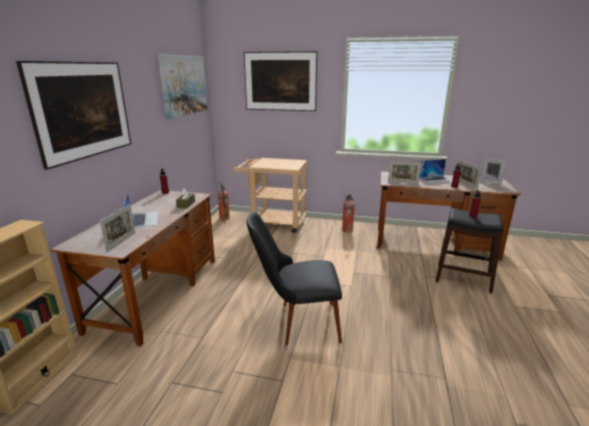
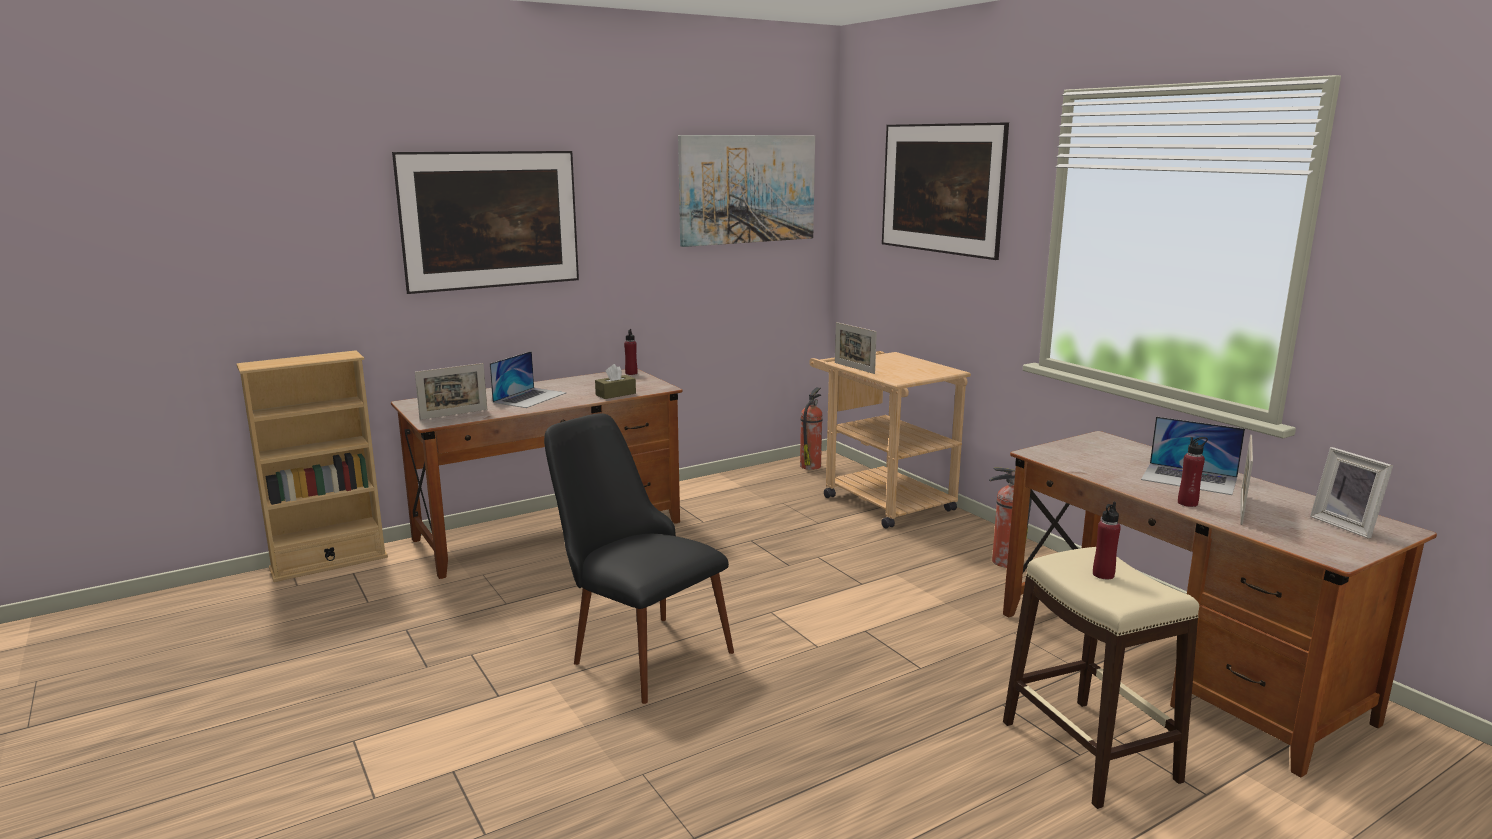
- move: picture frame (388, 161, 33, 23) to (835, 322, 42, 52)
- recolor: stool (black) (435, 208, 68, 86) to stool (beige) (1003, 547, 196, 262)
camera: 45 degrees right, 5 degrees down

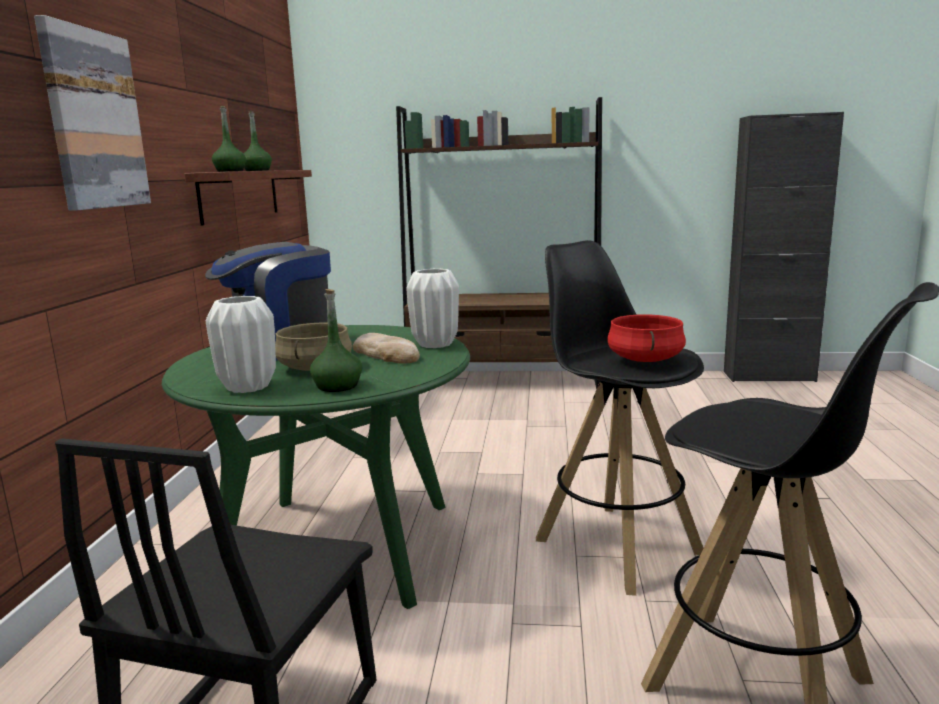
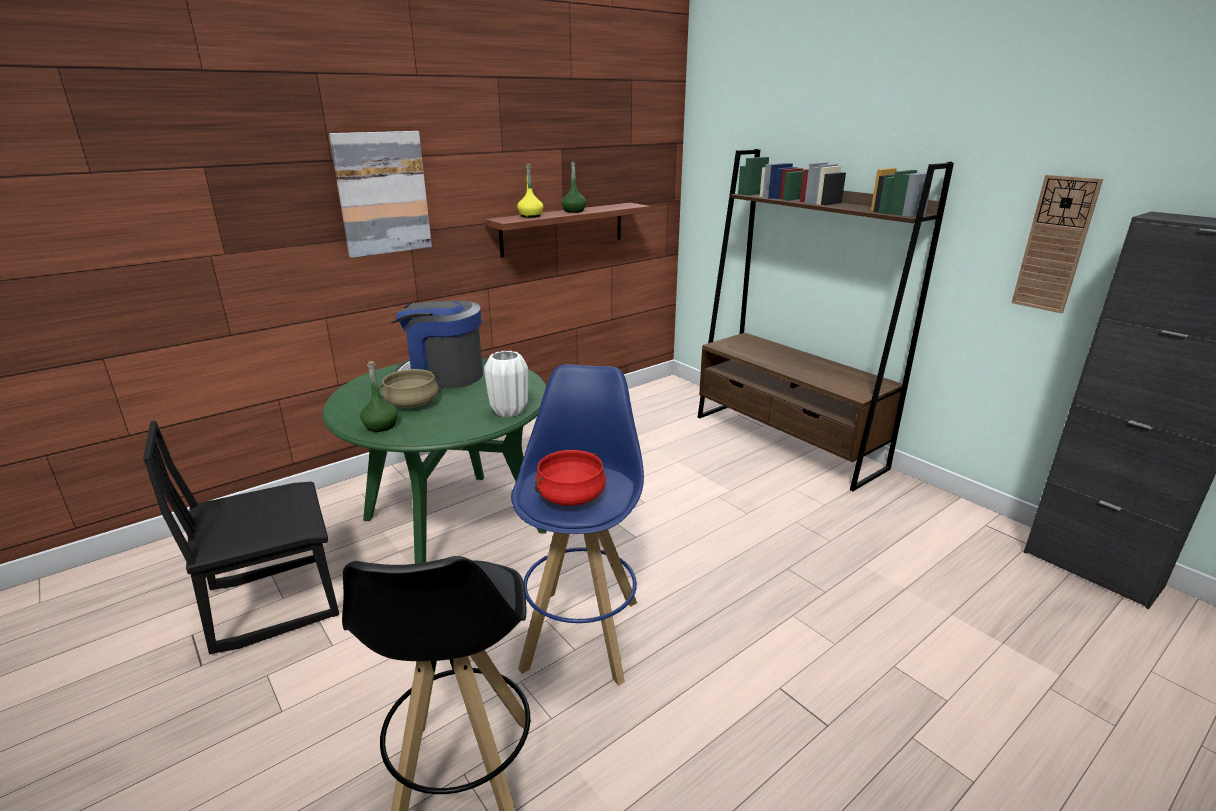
- delete: vase (white) (206, 296, 70, 97)
- recolor: bottle (green) (212, 106, 34, 66) to bottle (yellow) (517, 164, 26, 54)
- delete: bread (353, 333, 67, 31)
- recolor: stool (black) (536, 240, 168, 356) to stool (blue) (511, 364, 133, 322)
- insert: wall clock (1011, 175, 92, 138)
camera: 45 degrees right, 10 degrees up

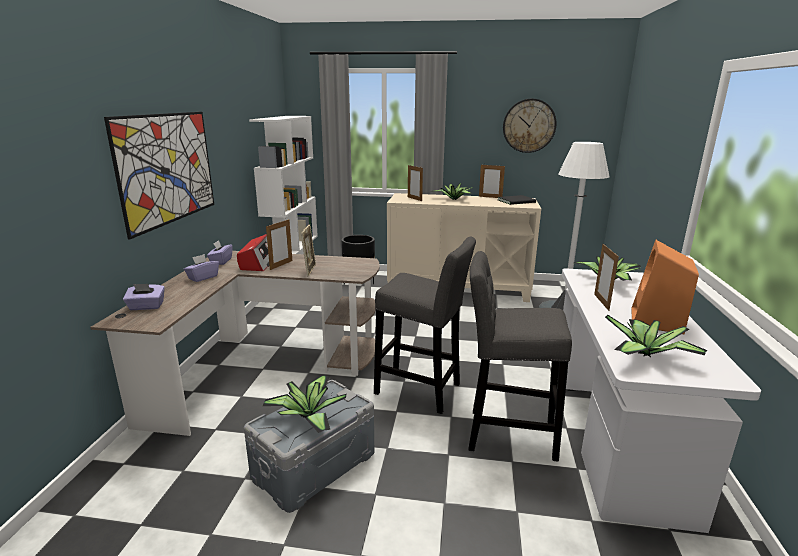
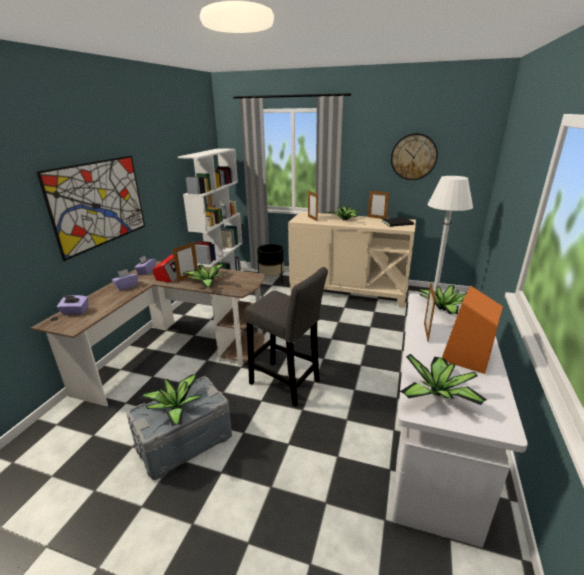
- replace: picture frame (301, 224, 15, 52) to potted plant (183, 264, 43, 24)
- delete: stool (grey) (468, 251, 104, 211)
camera: 10 degrees right, 5 degrees up

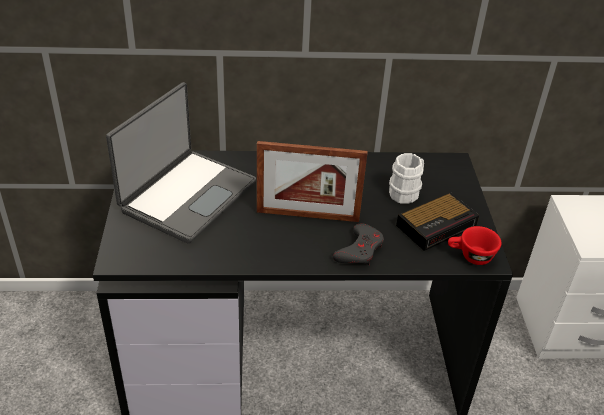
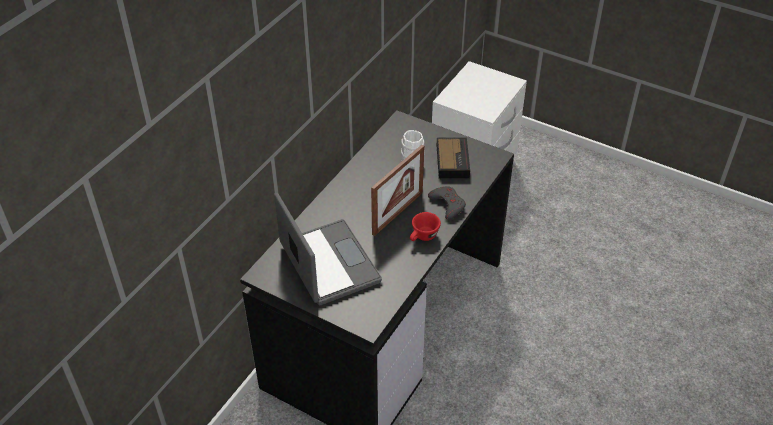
- move: cup (red) (448, 226, 54, 39) to (410, 212, 31, 29)
camera: 55 degrees left, 5 degrees up

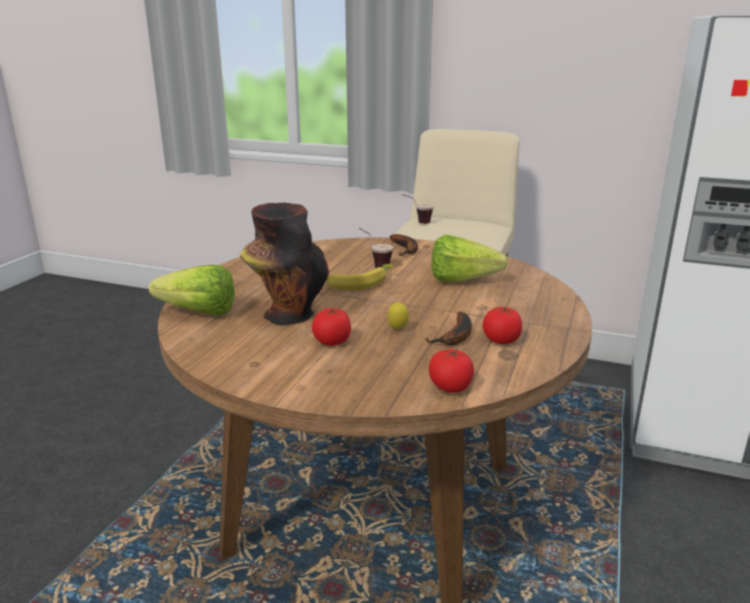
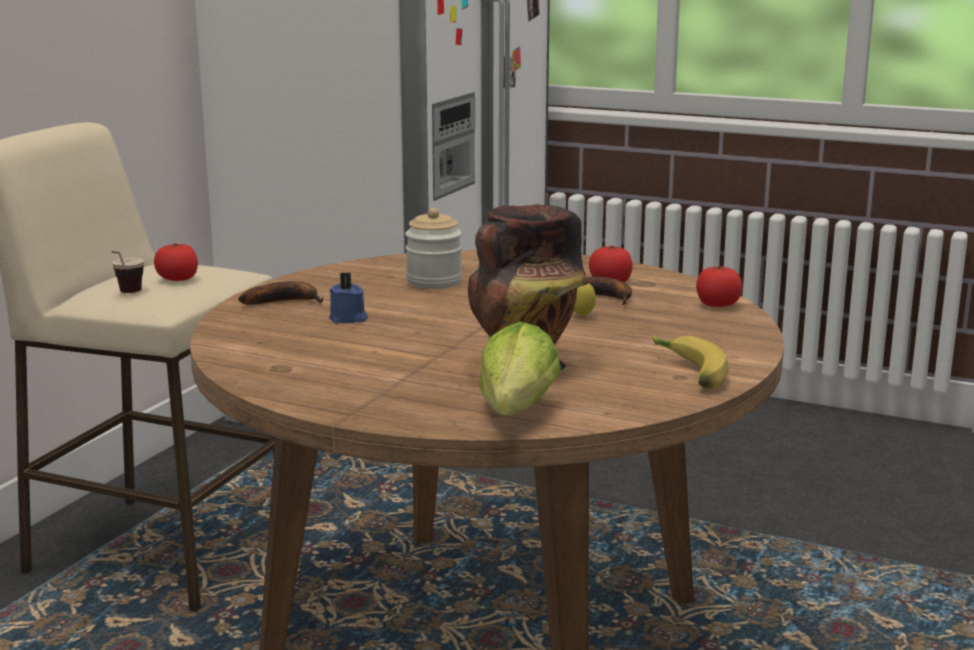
- move: tomato (312, 308, 39, 38) to (154, 243, 44, 38)
- move: banana (326, 264, 67, 27) to (652, 335, 77, 54)
- replace: cup (359, 228, 34, 40) to candle (blue) (329, 272, 39, 52)
- replace: lettuce (432, 235, 76, 47) to jar (405, 208, 57, 81)
camera: 85 degrees left, 5 degrees down

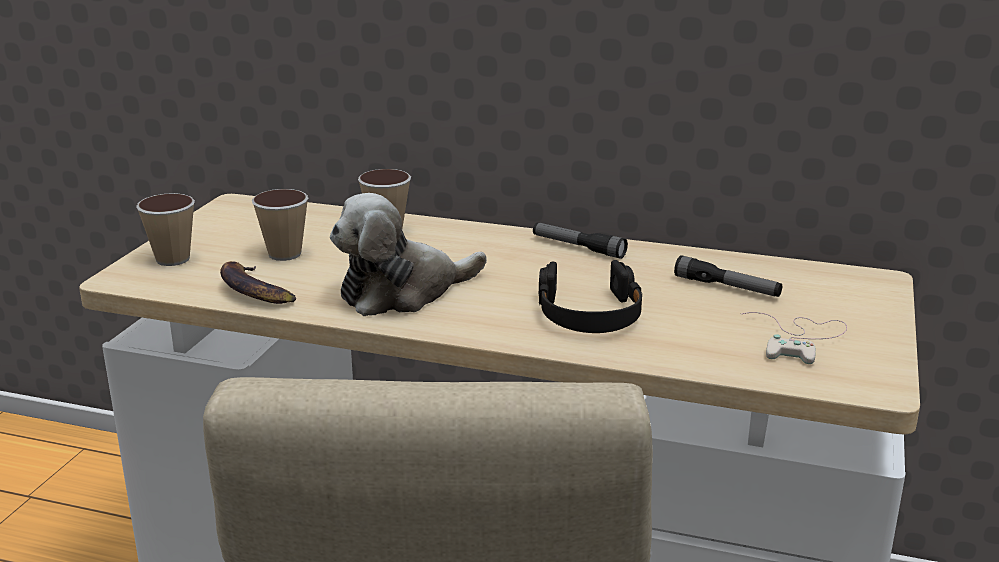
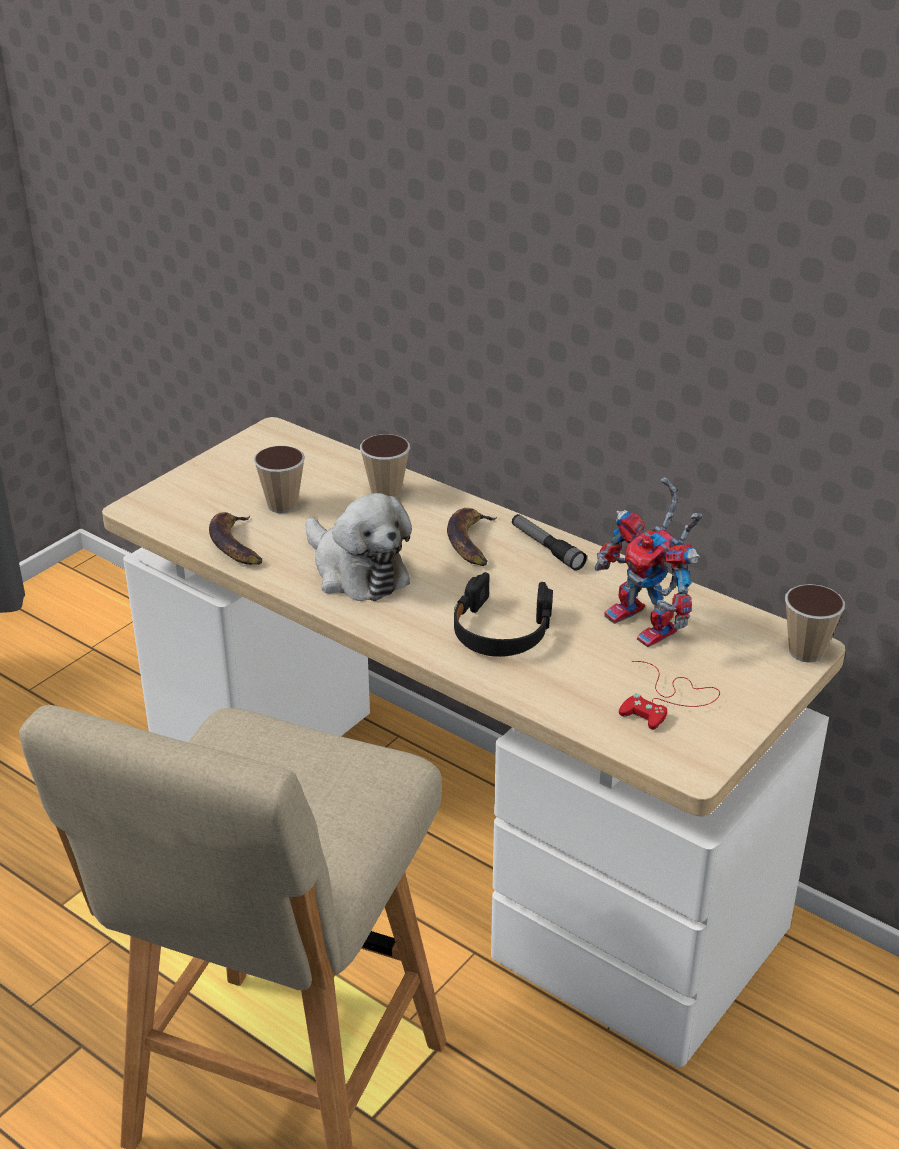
- move: cup (136, 193, 59, 73) to (785, 584, 60, 79)
- rotate: plush toy (330, 193, 157, 123) = (306, 493, 106, 108) 120 degrees counterclockwise
- replace: flashlight (674, 255, 108, 42) to toy robot (595, 477, 108, 170)
- recolor: game controller (white) (742, 312, 105, 52) to game controller (red) (619, 661, 101, 69)
- insert: banana (447, 508, 50, 58)
camera: 20 degrees right, 10 degrees up

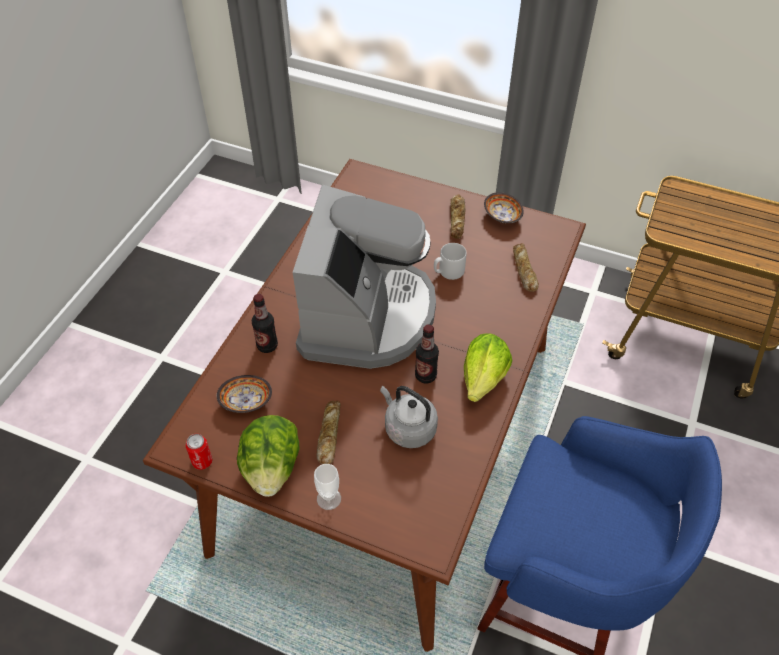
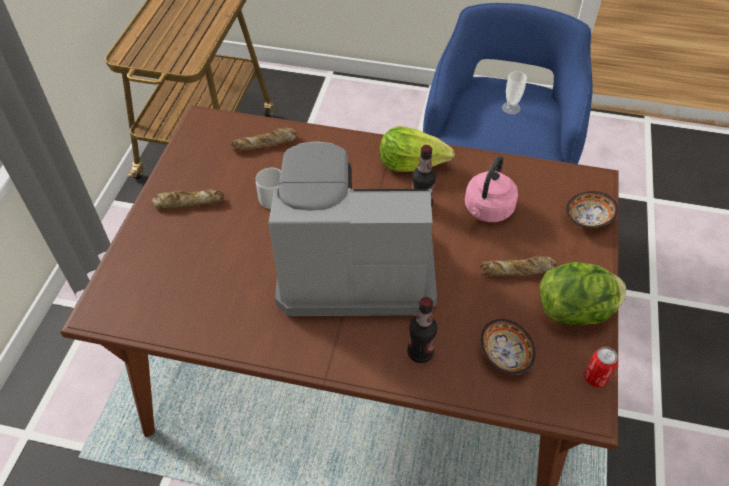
- move: cup (314, 464, 27, 46) to (502, 71, 25, 44)
- recolor: kettle (grey) (380, 386, 58, 62) to kettle (pink) (465, 156, 53, 66)
- move: bowl (484, 192, 40, 31) to (566, 191, 52, 37)
camera: 100 degrees left, 0 degrees up

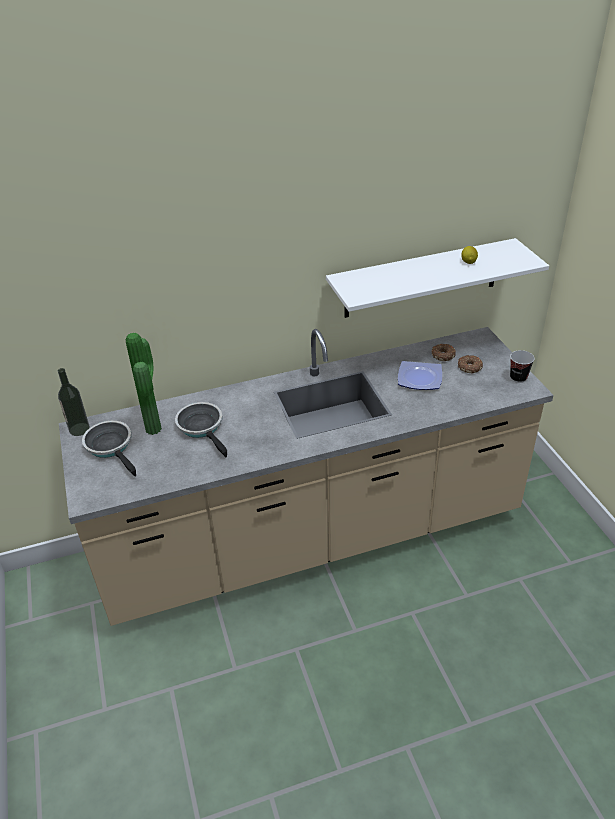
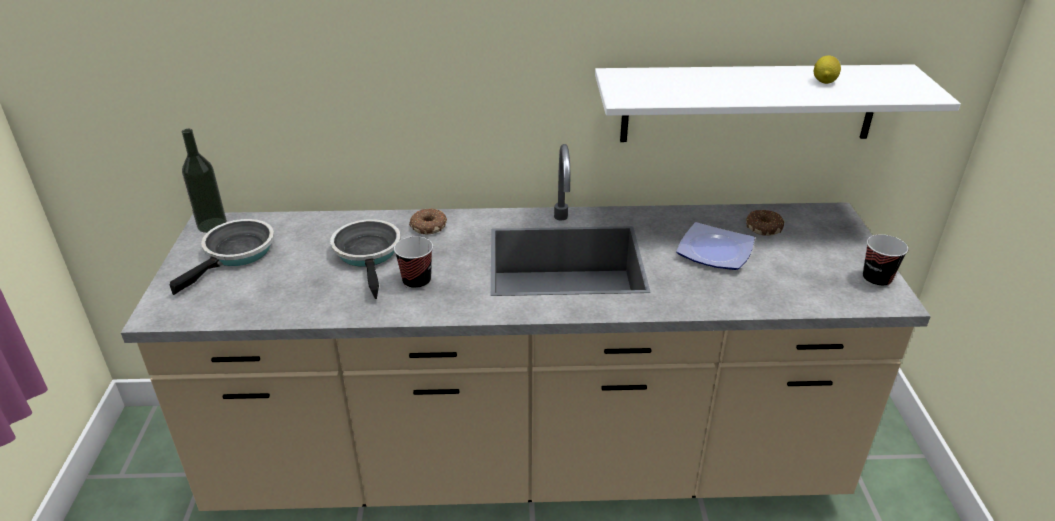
- rotate: frying pan (82, 421, 54, 55) = (170, 219, 104, 76) 45 degrees clockwise
- delete: potted plant (126, 333, 36, 102)
- move: donut (458, 355, 25, 18) to (409, 208, 38, 26)
- insert: cup (394, 236, 39, 54)
camera: 15 degrees right, 5 degrees down

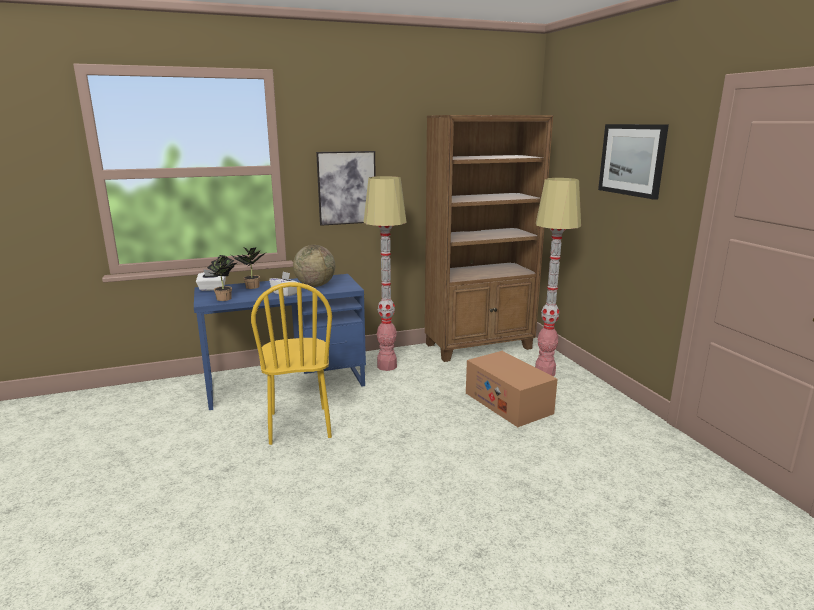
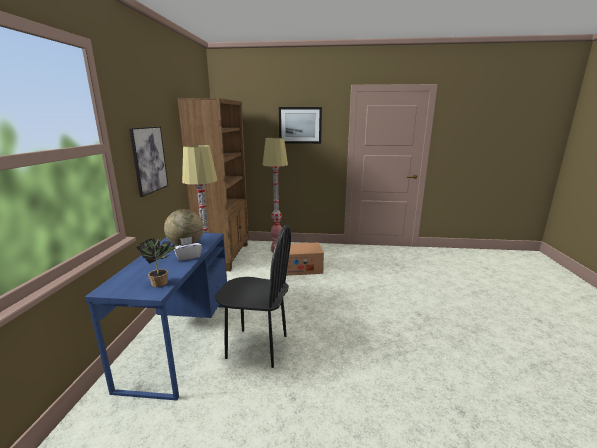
- delete: tissue box (white) (196, 270, 30, 21)
- delete: potted plant (231, 247, 34, 42)
- recolor: chair (yellow) (251, 282, 81, 163) to chair (black) (215, 225, 76, 143)
camera: 65 degrees left, 0 degrees up

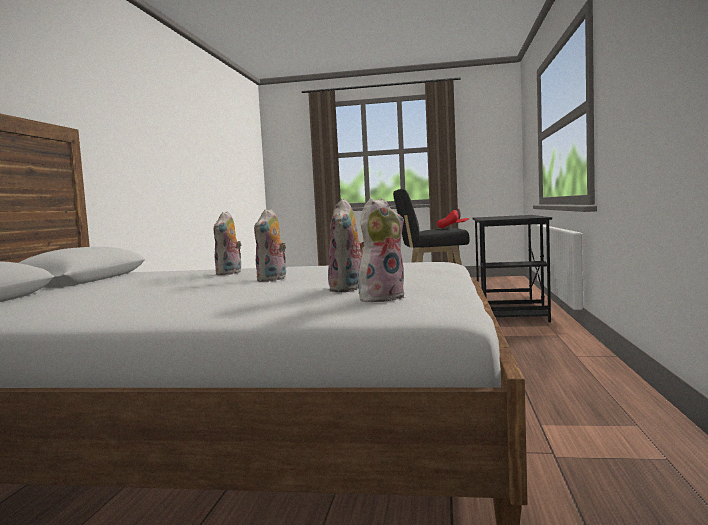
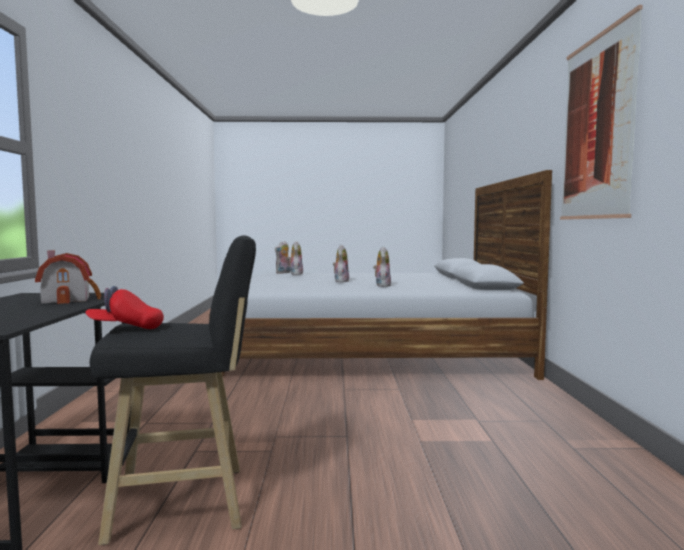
- insert: toy house (35, 250, 67, 54)
- insert: picture (560, 5, 83, 215)
camera: 170 degrees right, 0 degrees up

